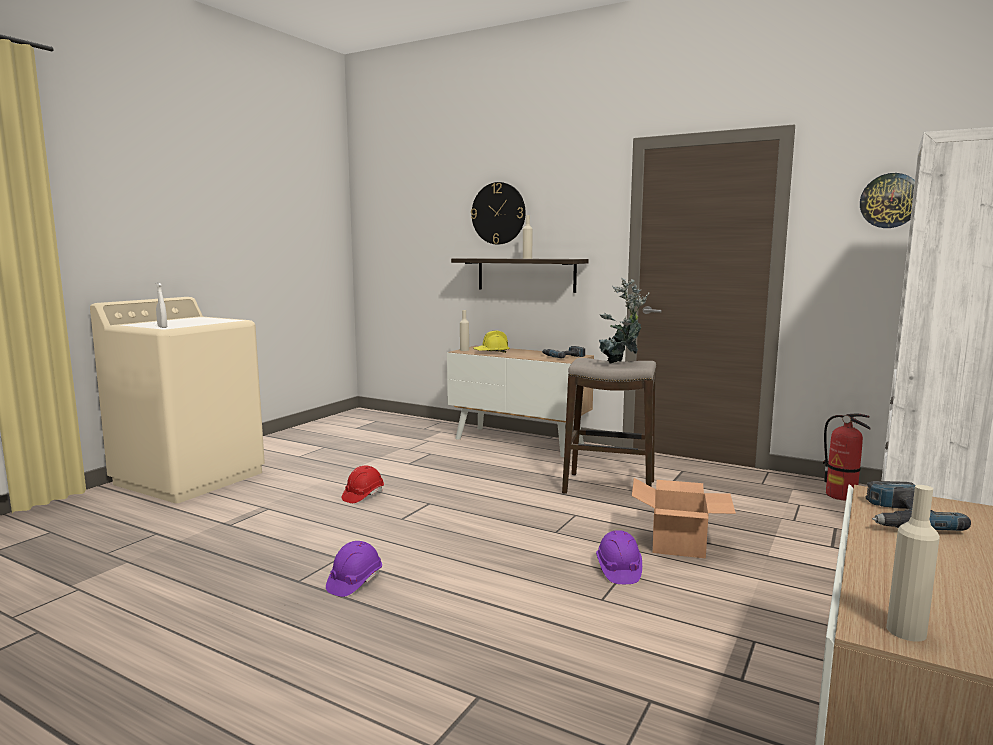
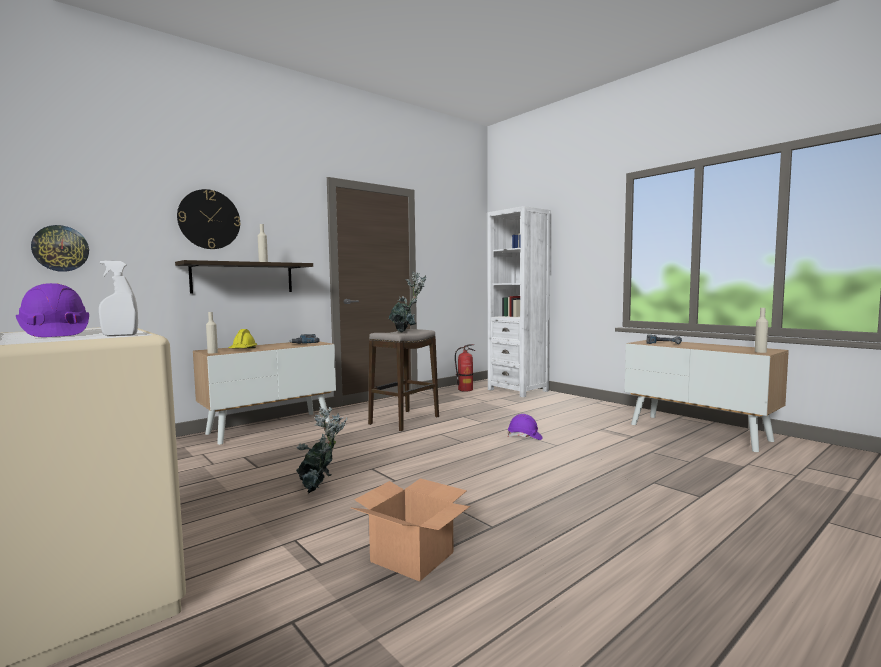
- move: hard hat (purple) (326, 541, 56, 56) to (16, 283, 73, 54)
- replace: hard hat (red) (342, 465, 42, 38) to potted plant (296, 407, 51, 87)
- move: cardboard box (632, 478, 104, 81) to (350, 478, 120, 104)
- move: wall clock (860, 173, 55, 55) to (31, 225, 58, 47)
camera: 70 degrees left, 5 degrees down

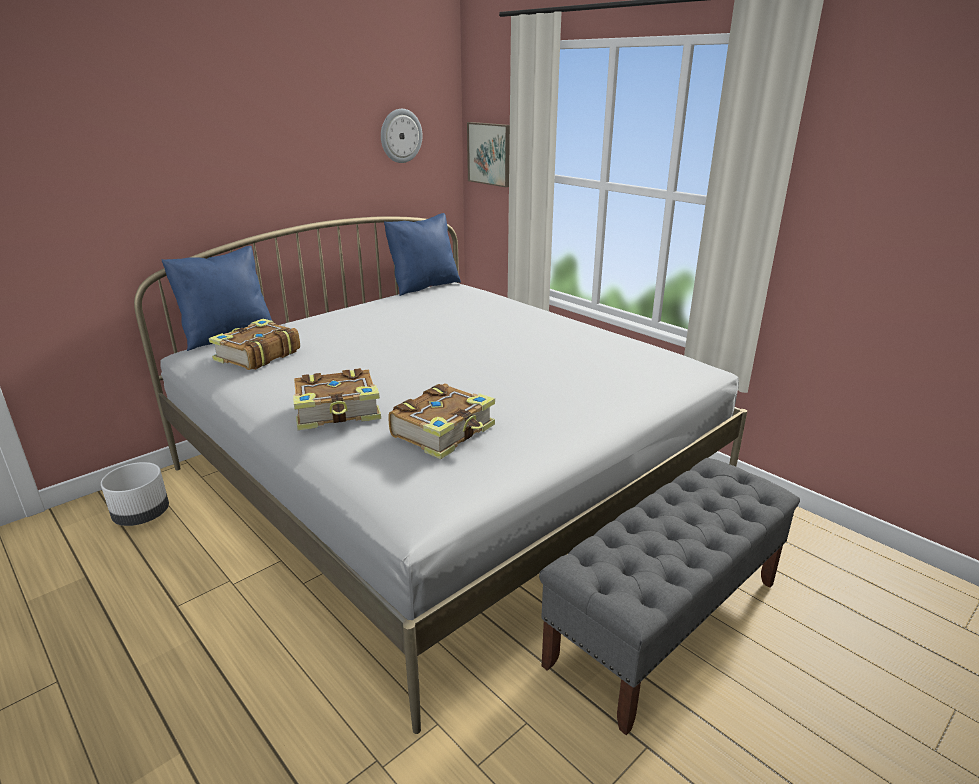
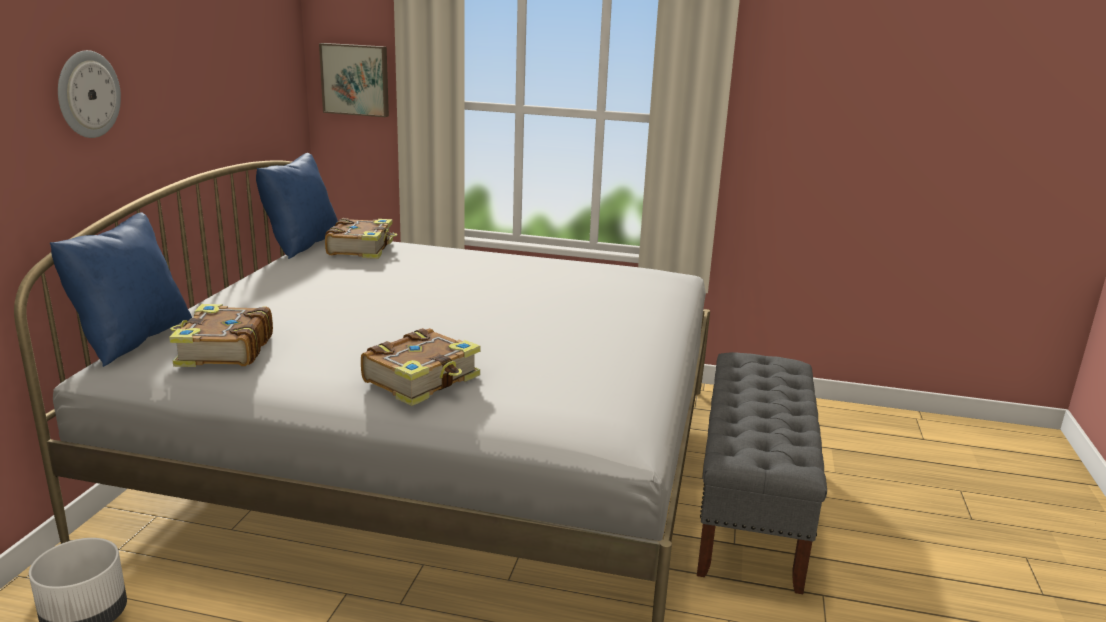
- move: wall clock (381, 109, 41, 54) to (58, 50, 63, 88)
- move: book (388, 383, 107, 76) to (325, 218, 72, 41)
camera: 35 degrees left, 5 degrees down

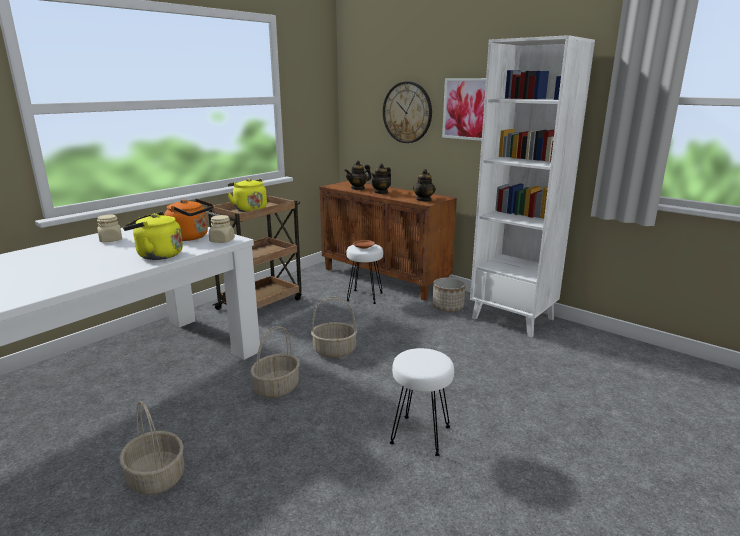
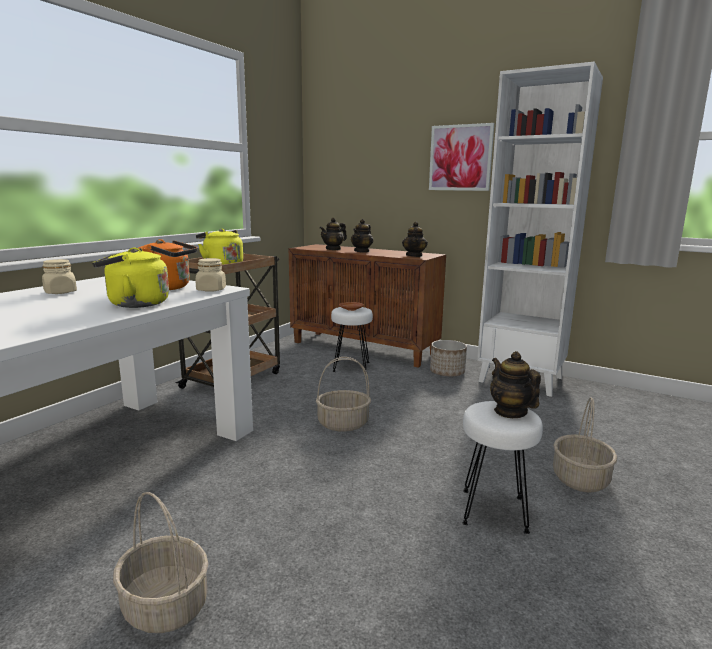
- move: basket (250, 326, 50, 72) to (553, 397, 64, 96)
- delete: wall clock (383, 81, 49, 62)
- insert: teapot (490, 351, 51, 67)
camera: 10 degrees left, 5 degrees down

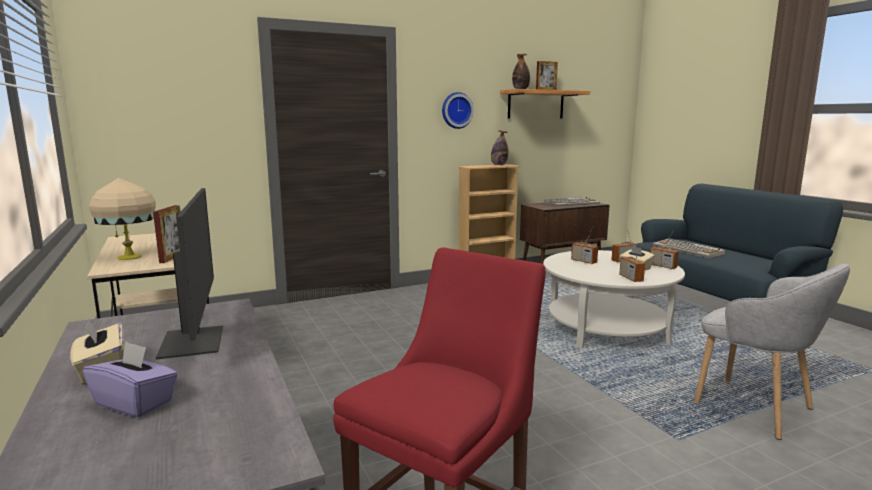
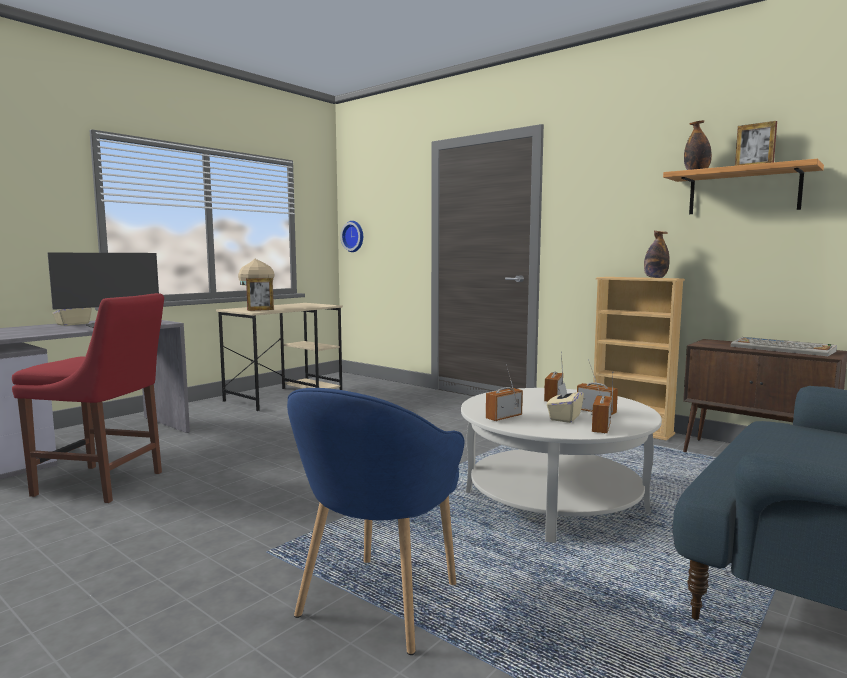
- delete: tissue box (purple) (82, 342, 96, 76)
- move: wall clock (442, 92, 32, 37) to (340, 221, 23, 31)
- delete: keyboard (653, 238, 72, 20)
- recolor: armchair (grey) (694, 264, 156, 176) to armchair (blue) (287, 388, 177, 267)
camera: 65 degrees right, 5 degrees down

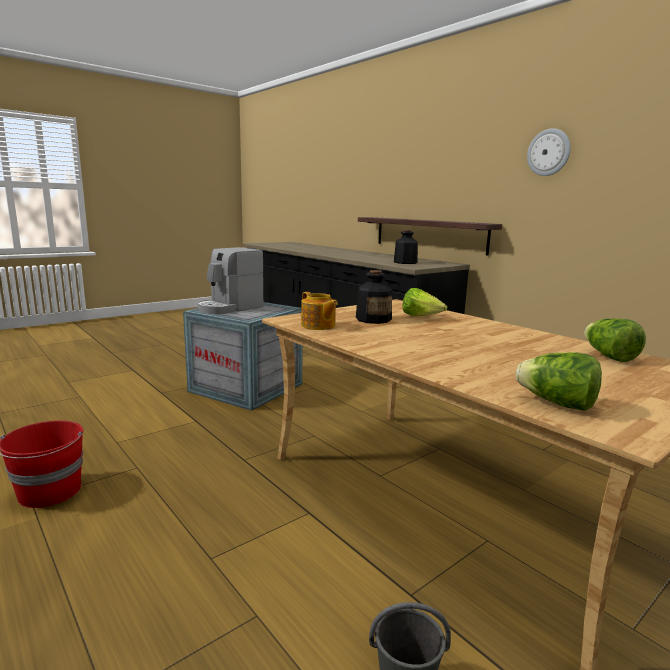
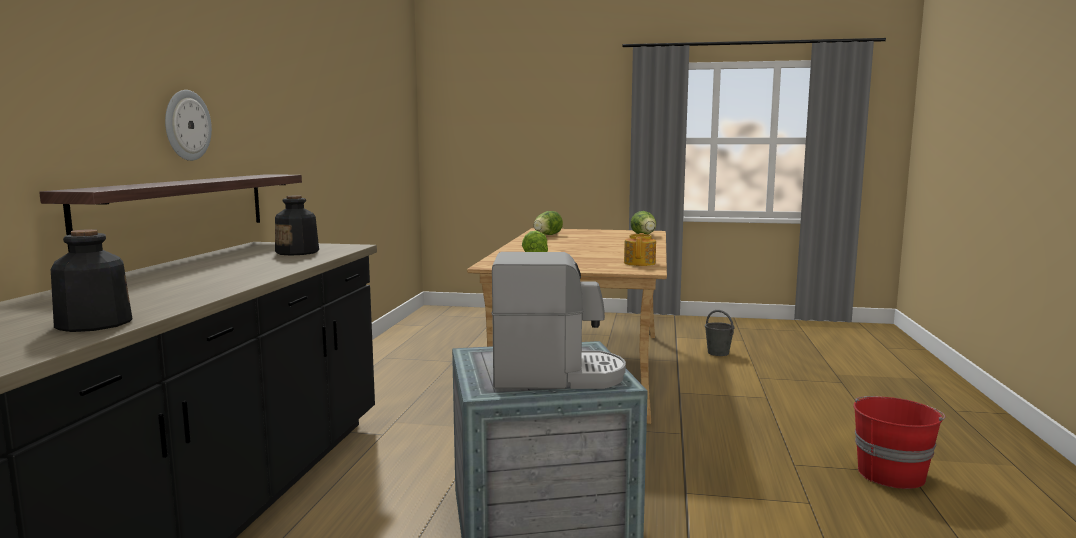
- move: bottle (356, 270, 36, 54) to (51, 229, 81, 103)
- move: wall clock (527, 128, 44, 48) to (165, 90, 47, 71)
camera: 130 degrees left, 5 degrees down

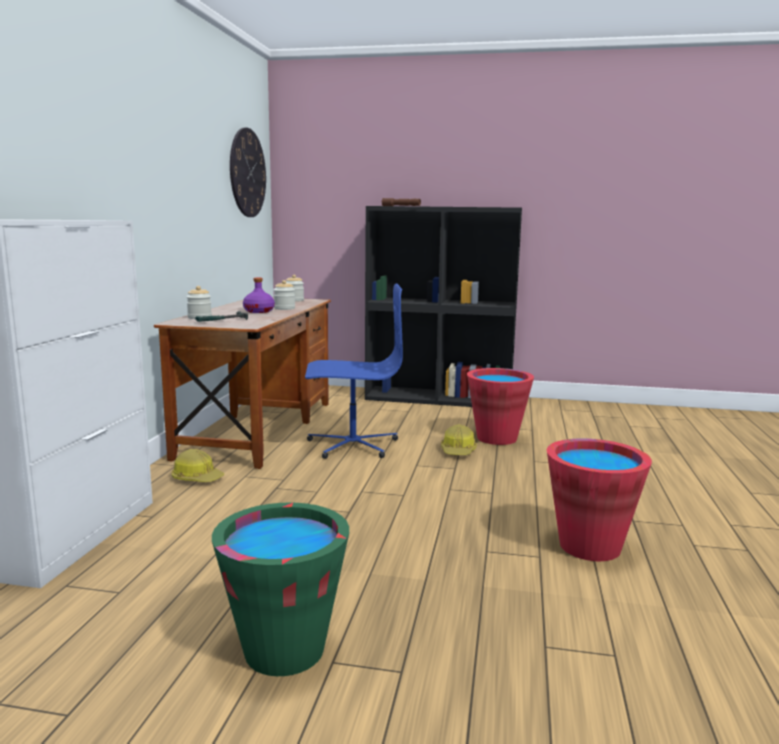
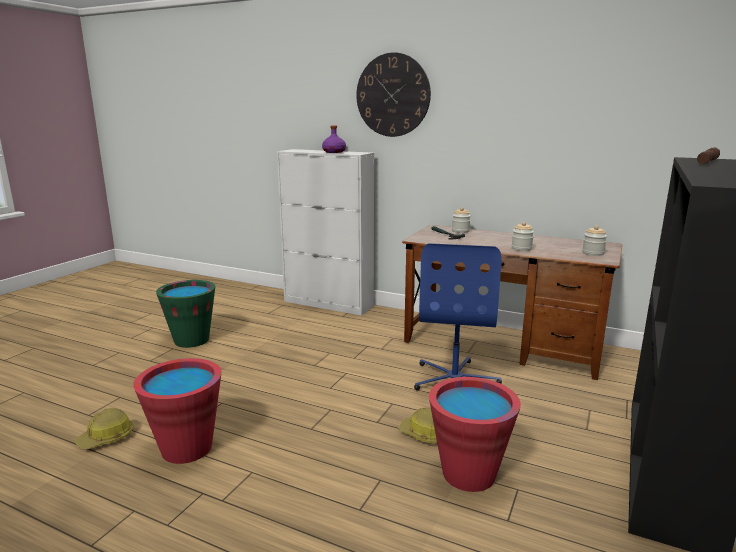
- move: hard hat (172, 449, 52, 33) to (75, 408, 59, 42)
- move: wall clock (230, 128, 36, 89) to (356, 52, 75, 85)
- move: bottle (purple) (243, 278, 32, 35) to (322, 126, 24, 27)
camera: 105 degrees right, 5 degrees up

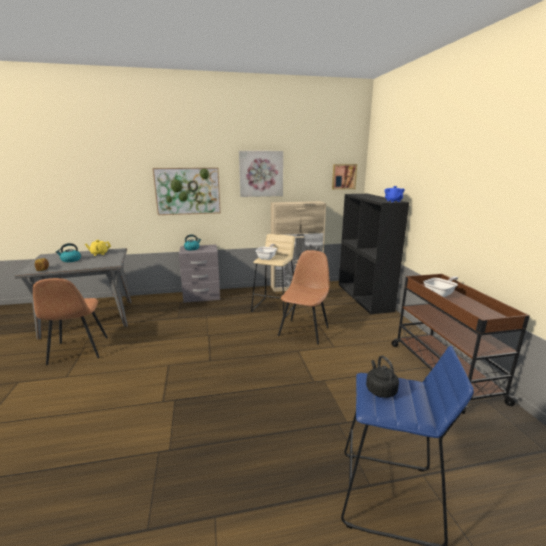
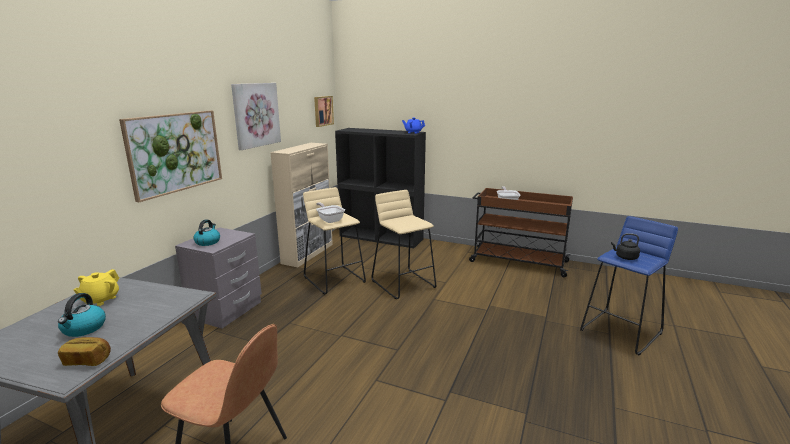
- replace: chair (brown) (278, 250, 52, 94) to stool (beige) (371, 190, 65, 109)
camera: 55 degrees left, 0 degrees up

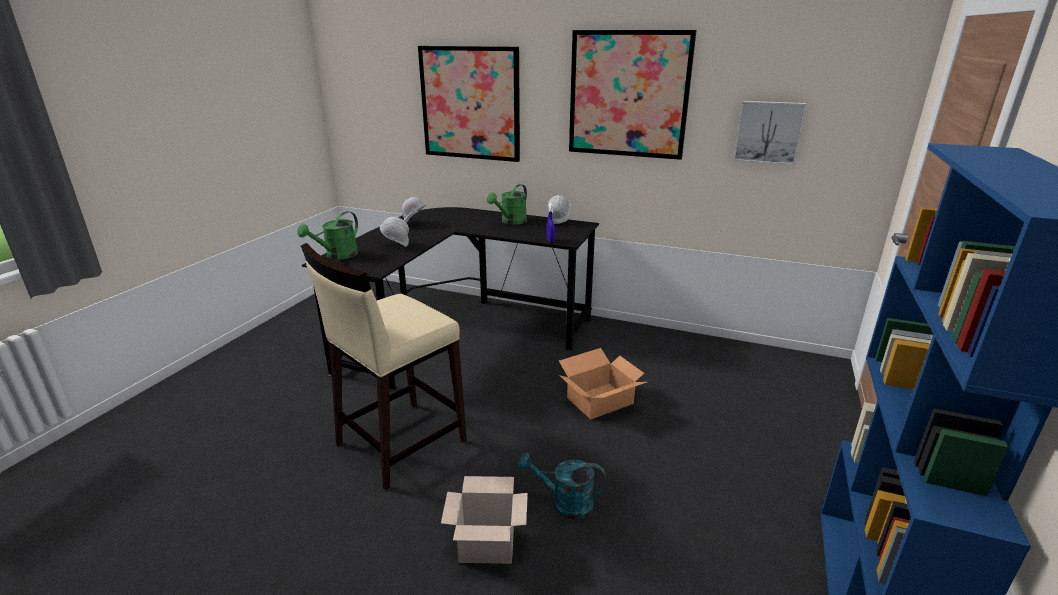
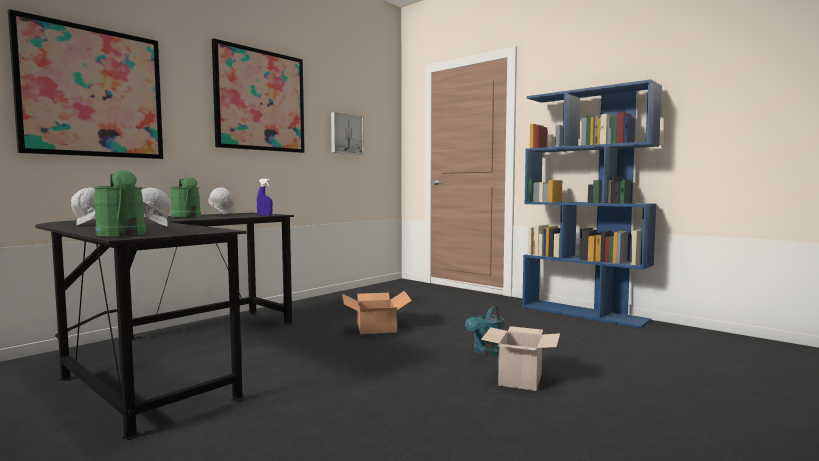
- delete: stool (beige) (301, 243, 166, 247)
camera: 70 degrees left, 20 degrees down

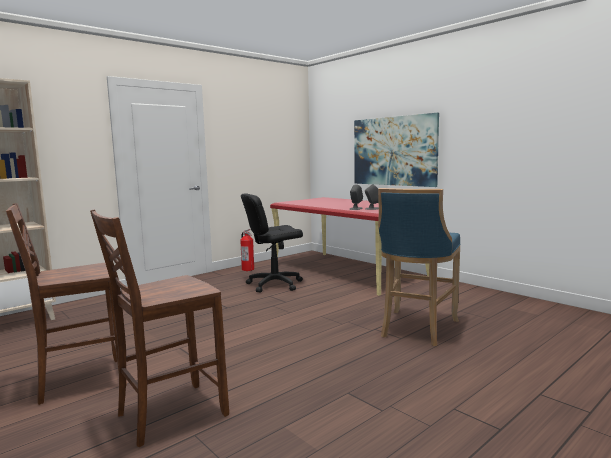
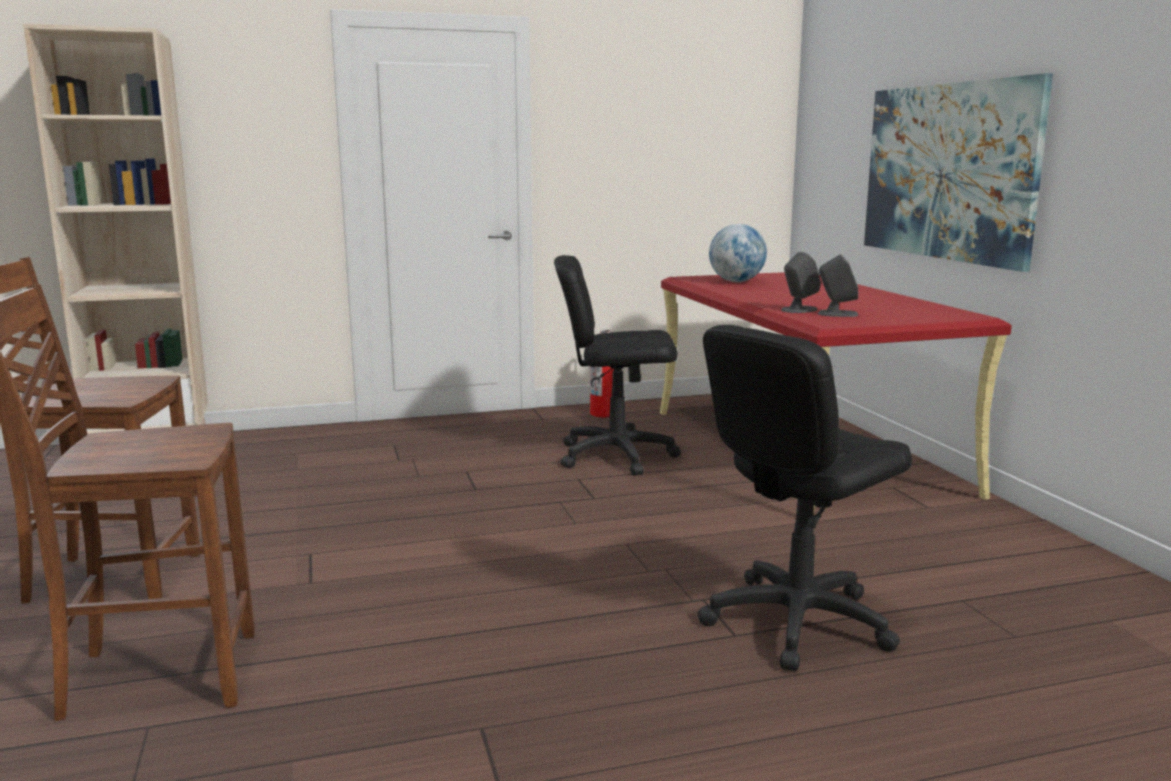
- replace: stool (blue) (378, 188, 83, 158) to office chair (black) (698, 325, 214, 346)
- insert: globe (709, 224, 58, 58)
camera: 25 degrees right, 5 degrees up

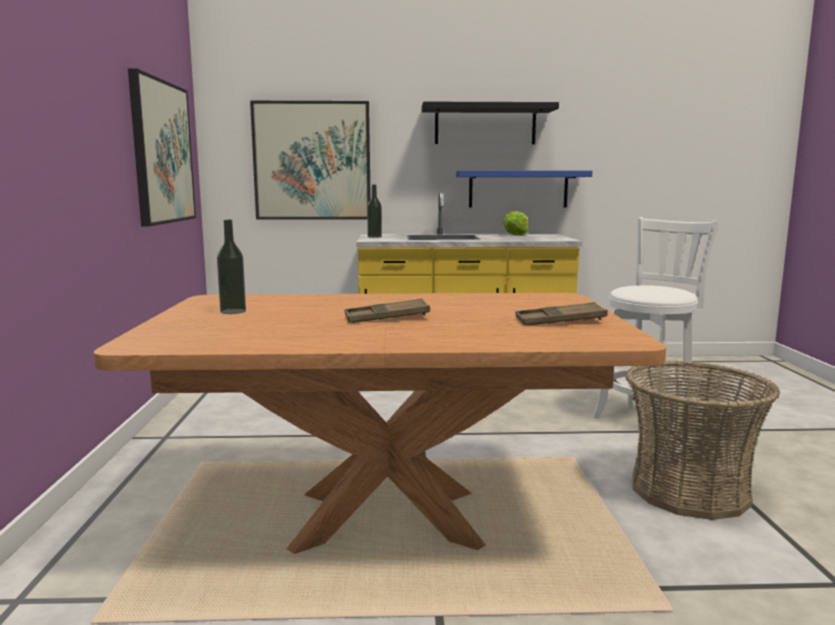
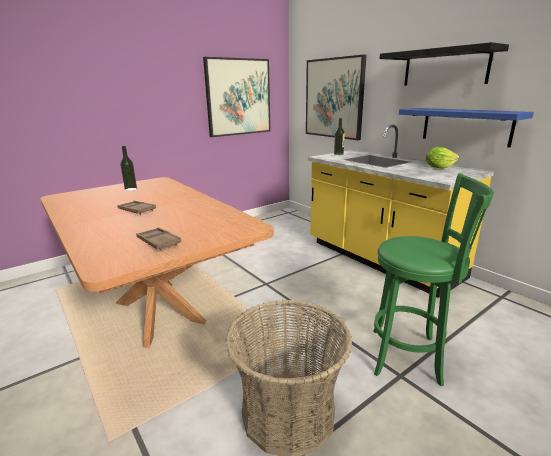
- recolor: stool (white) (593, 217, 126, 222) to stool (green) (373, 173, 121, 214)
camera: 55 degrees right, 10 degrees up

